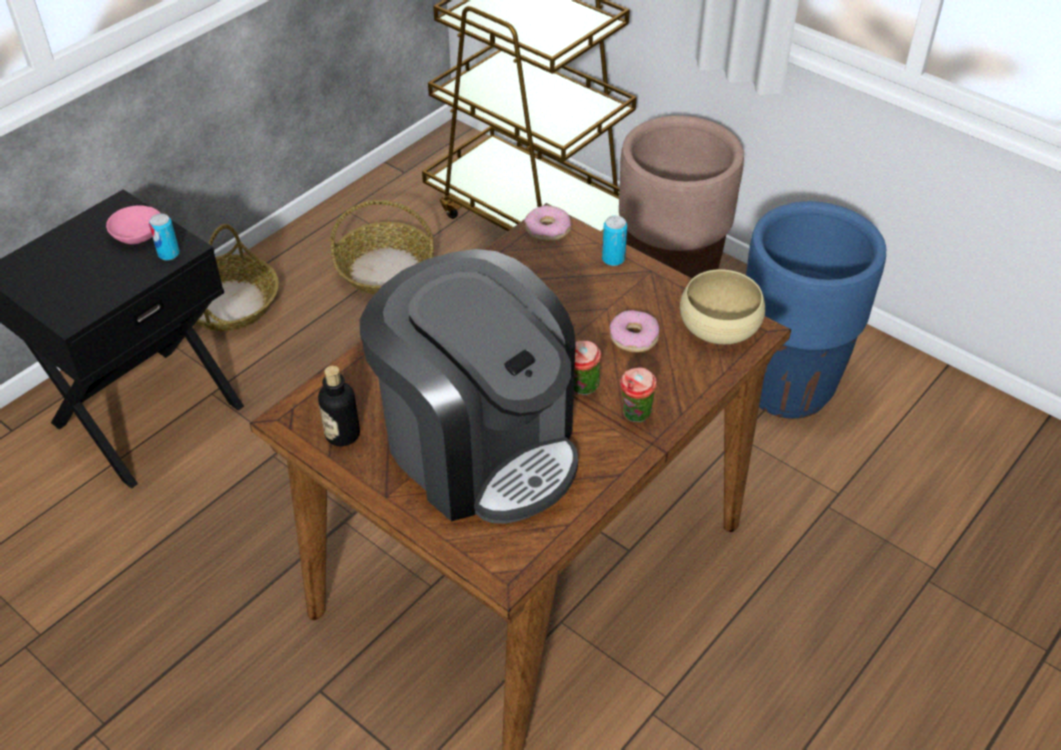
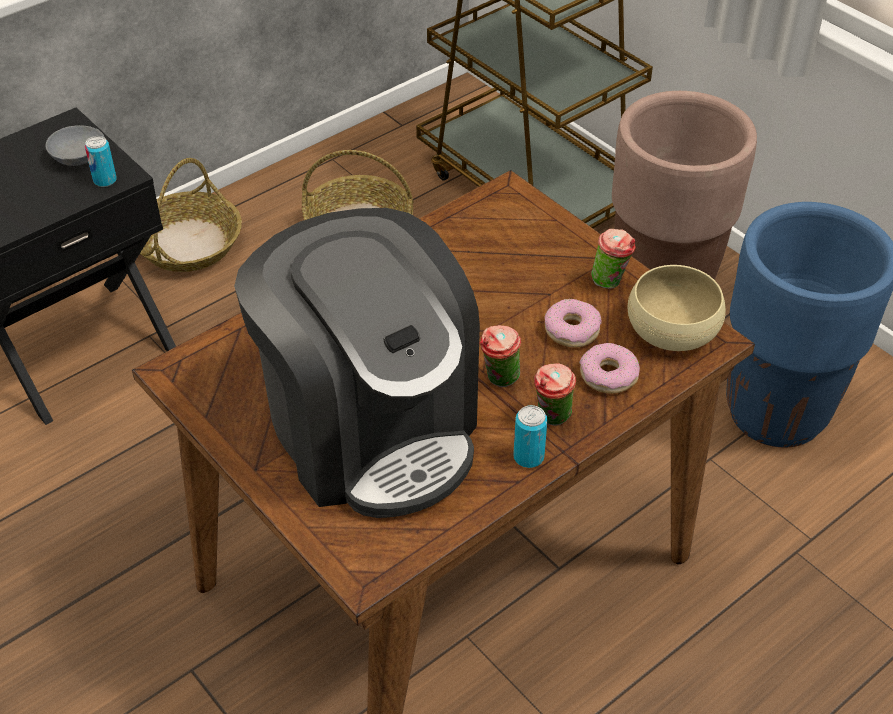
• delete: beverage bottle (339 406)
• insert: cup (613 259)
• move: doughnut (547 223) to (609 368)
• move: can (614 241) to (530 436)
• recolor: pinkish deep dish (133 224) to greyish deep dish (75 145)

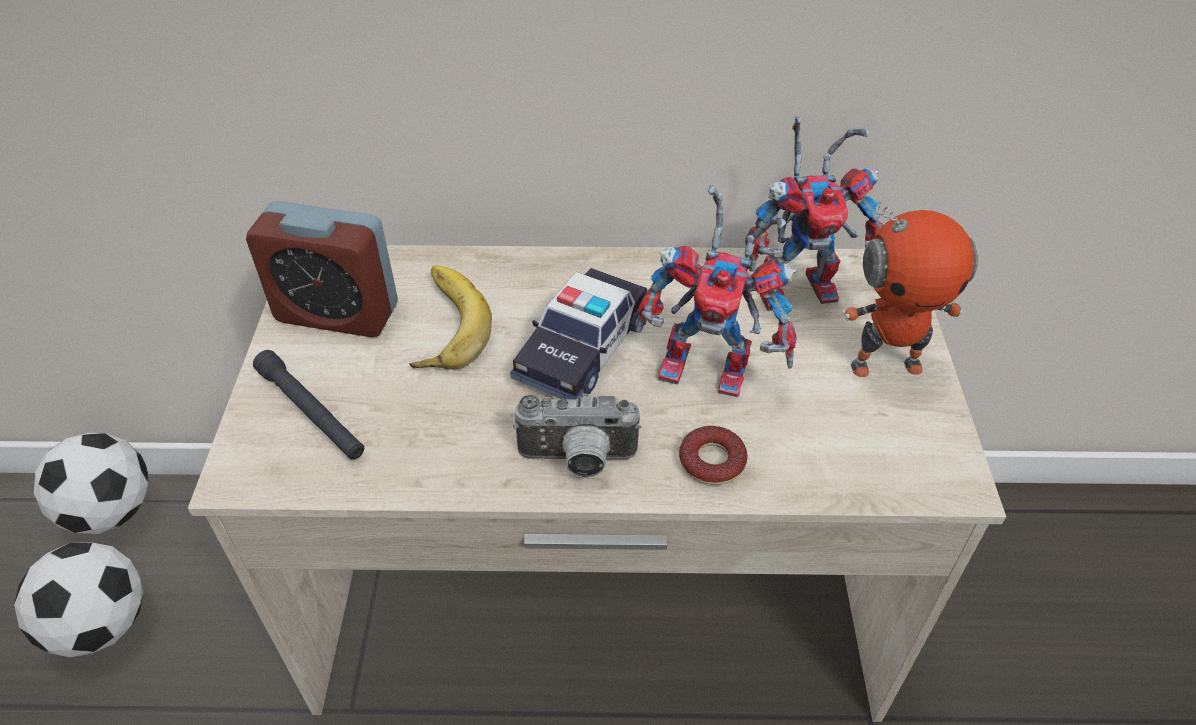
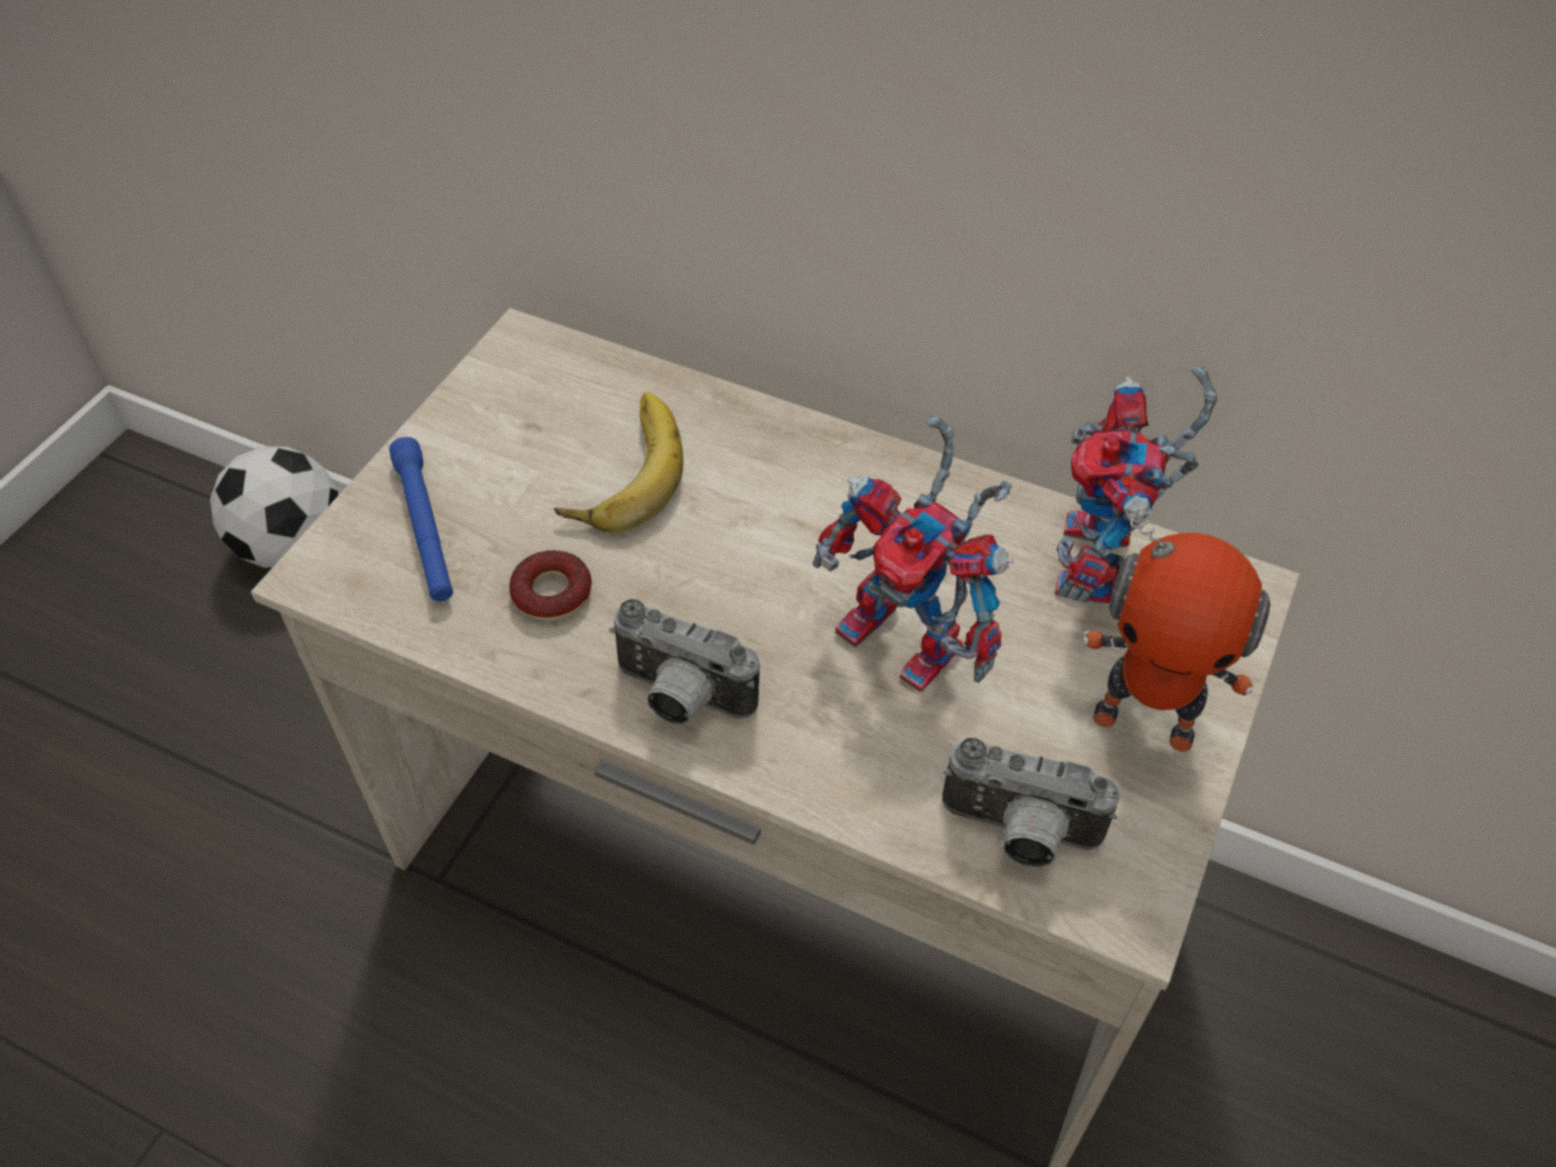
• delete: football ball (78 599)
• delete: alarm clock (322 269)
• delete: miniature car (578 333)
• insert: photo camera (1031 802)
• move: doughnut (713 455) to (550 585)
• recolor: black torch (308 405) to bluish torch (421 519)
• rotate: model robot (814 214) = (1136 485) 90 degrees clockwise

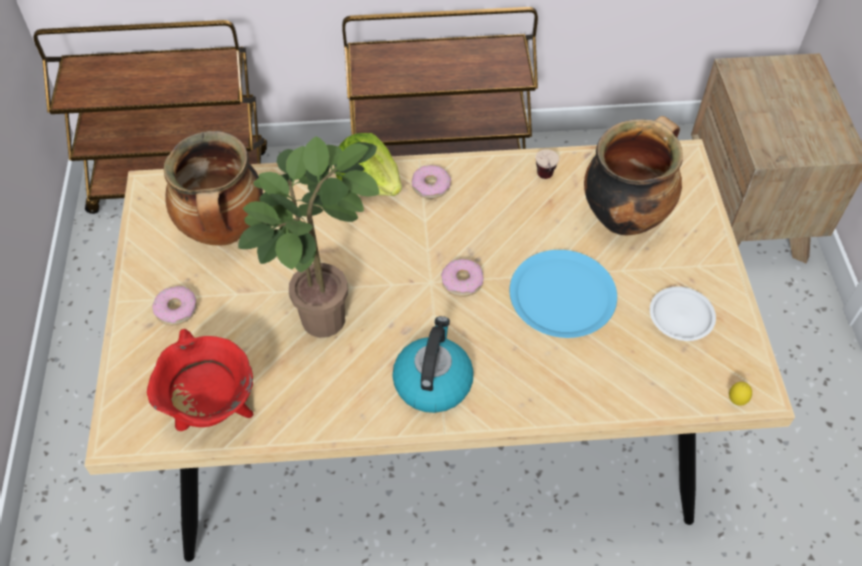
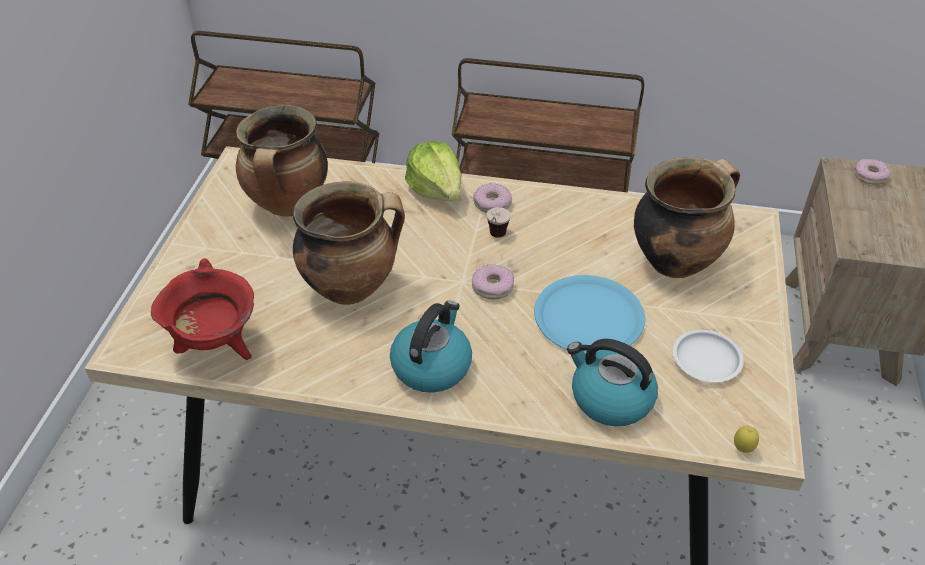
• insert: water kettle (612 382)
• move: doughnut (174 306) to (872 172)
• move: cup (547 164) to (499 222)
• replace: potted plant (308 237) to saucepot (349 243)

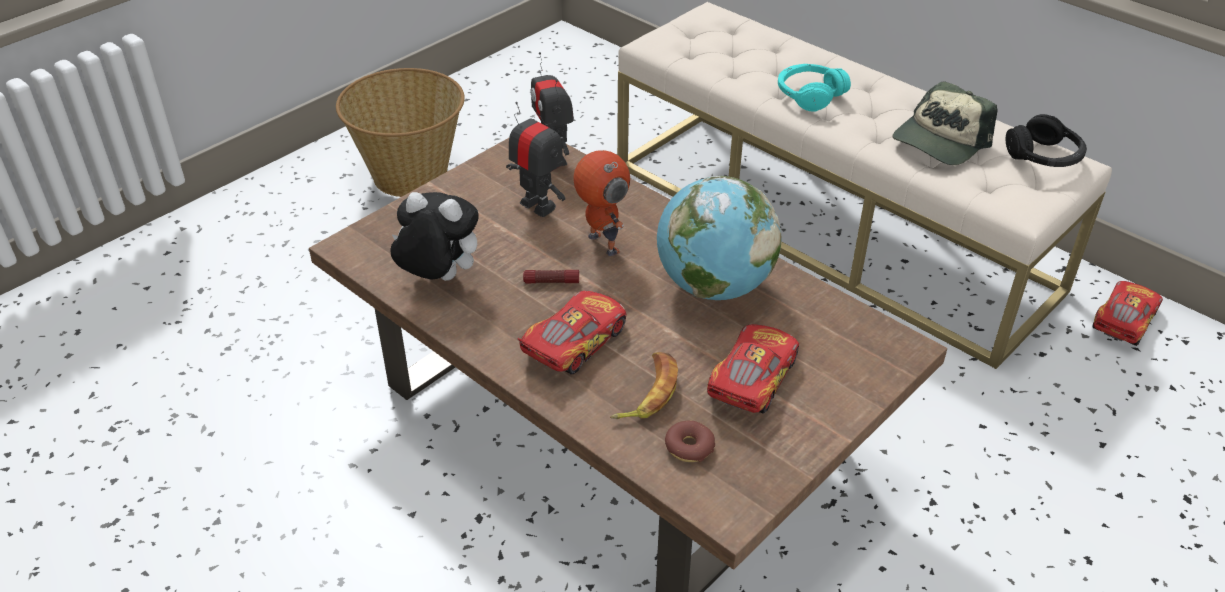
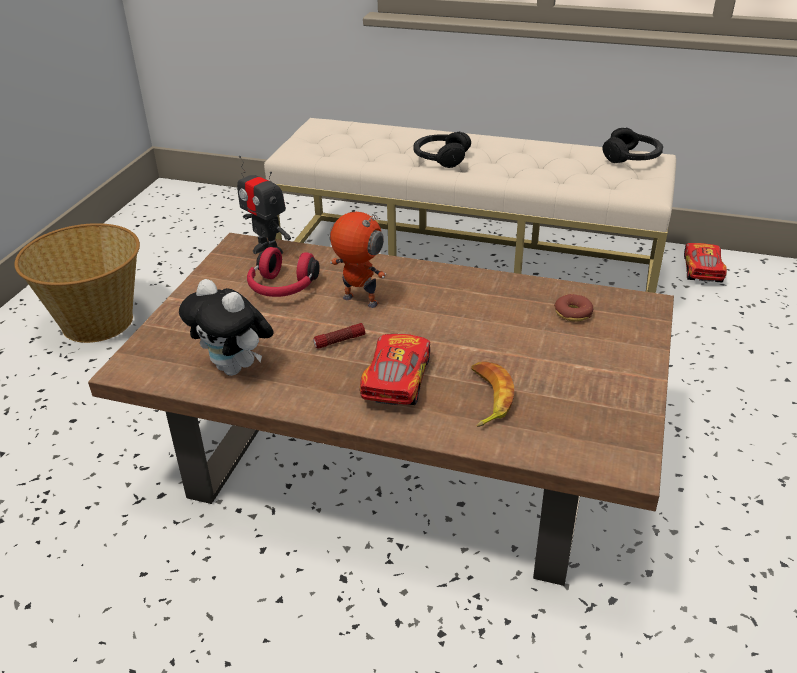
• delete: desk globe (719 238)
• delete: miniature car (753 369)
• delete: cap (945 123)
• move: doughnut (690 441) to (573 308)
• replace: model robot (535 159) to reddish headset (283 272)
• recolor: turquoise headset (814 87) to black headset (442 149)
• rotate: cuddly toy (434 236) = (226 327) 135 degrees counterclockwise

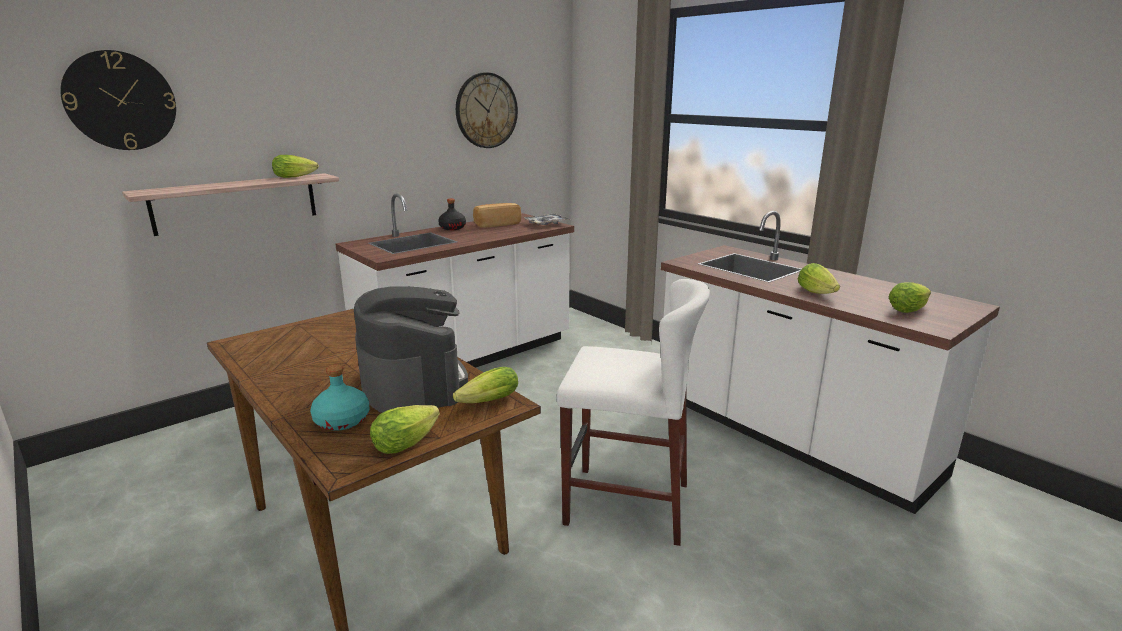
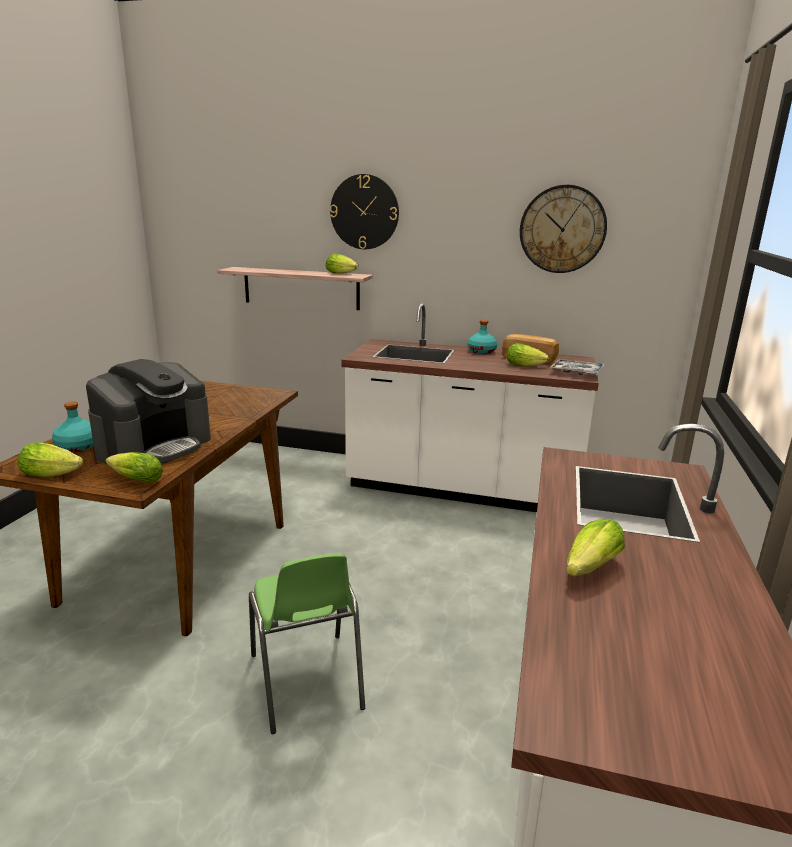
• move: wall clock (118 100) to (364 211)
• move: lettuce head (910 297) to (528 355)
• replace: whitish stool seat (633 412) to green upright chair (307 643)
• recolor: black beverage bottle (452 214) to turquoise beverage bottle (482 337)

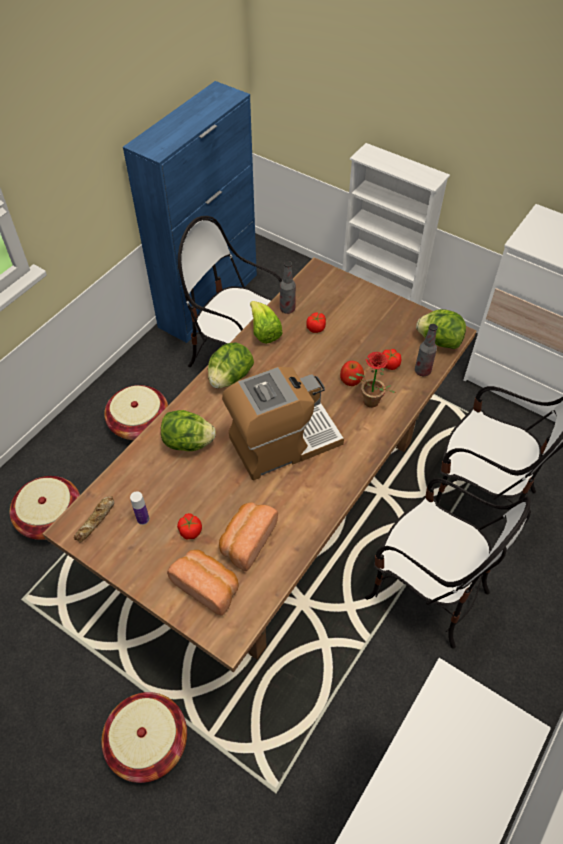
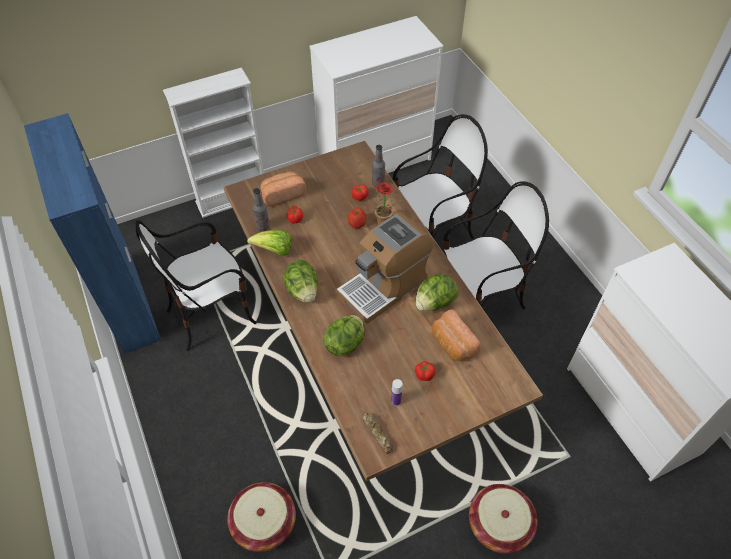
• delete: basket (136 412)
• move: bread (203 583) to (283 189)
• move: lettuce head (441 329) to (436 292)
• rotate: coffee machine (283 423) = (384 268) 135 degrees counterclockwise

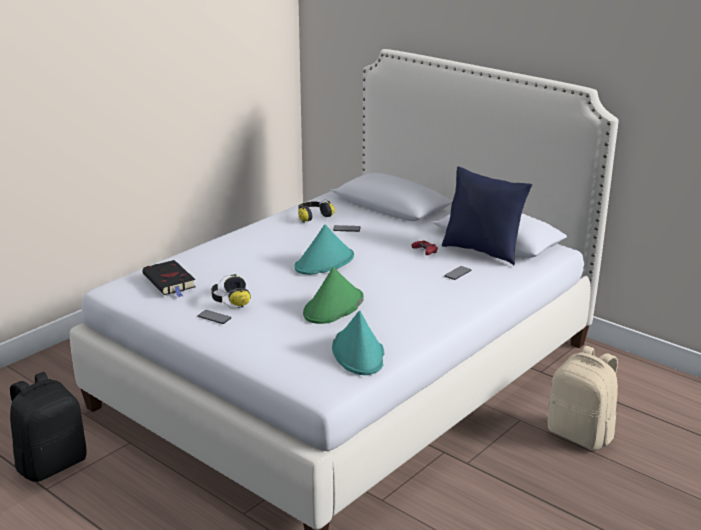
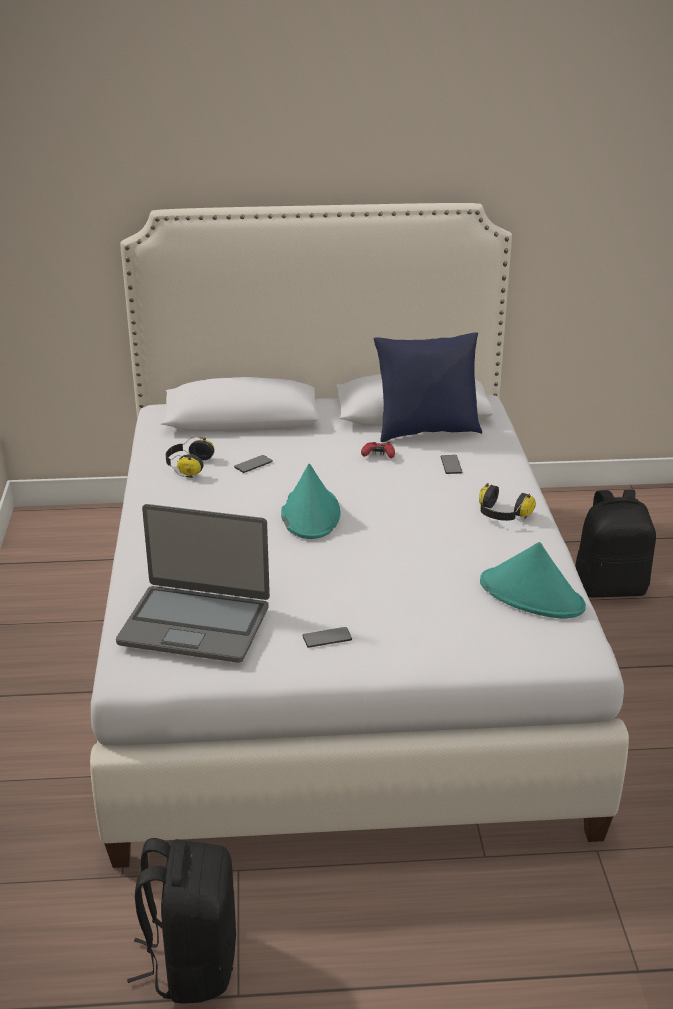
• delete: green hat (333 295)
• move: headset (231 291) to (507 502)
• replace: black volume (169 278) to notebook computer (193 583)
• recolor: beige-coloured rucksack (582 398) to black rucksack (615 543)

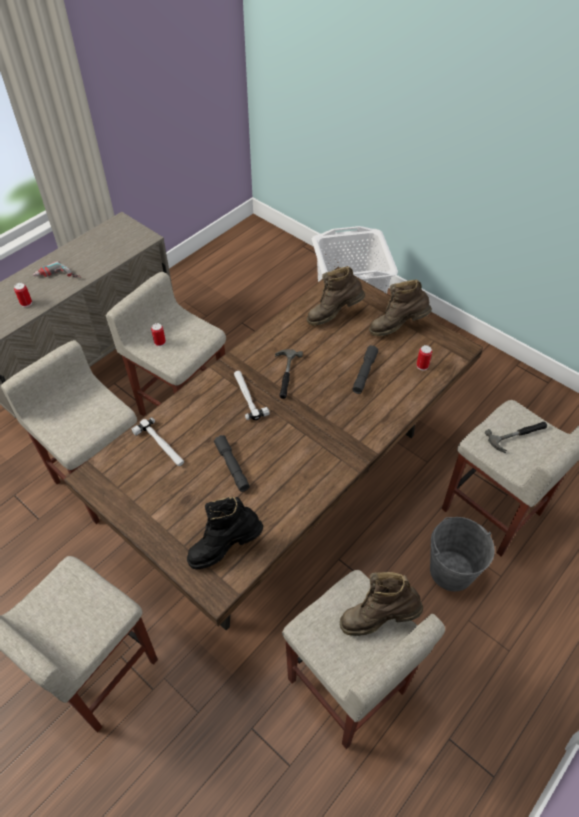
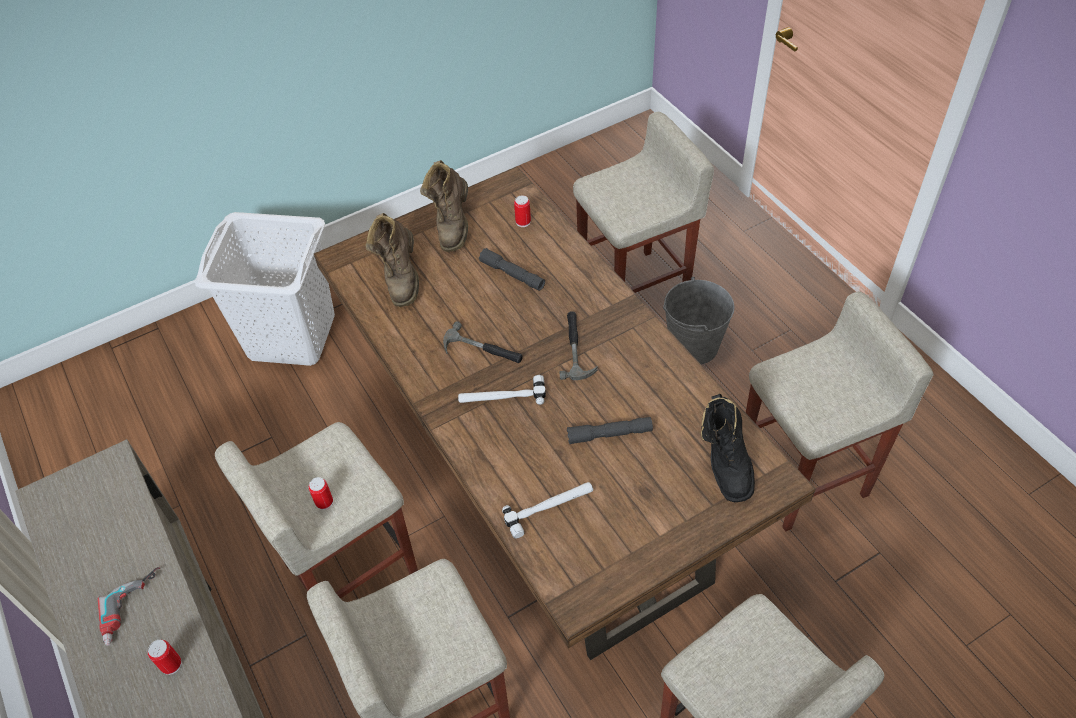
• delete: brownish boot (381 604)
• move: tool hammer (516 437) to (579 345)

